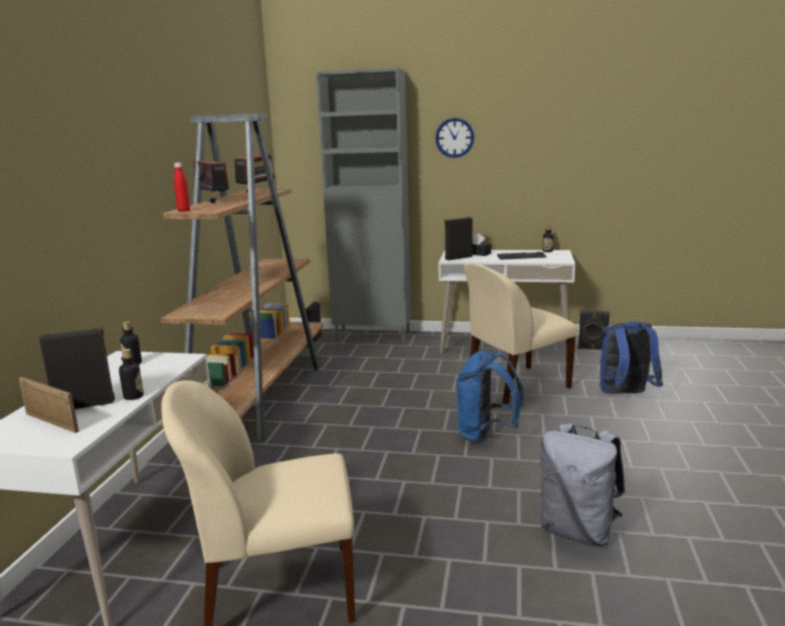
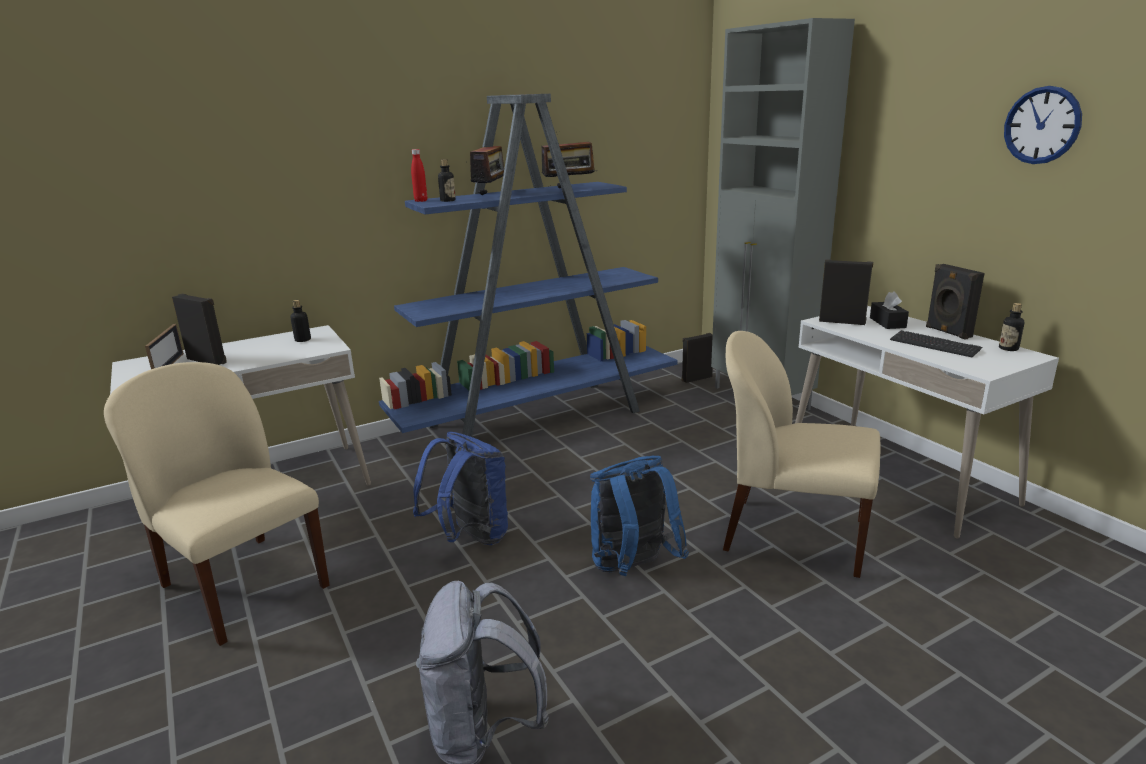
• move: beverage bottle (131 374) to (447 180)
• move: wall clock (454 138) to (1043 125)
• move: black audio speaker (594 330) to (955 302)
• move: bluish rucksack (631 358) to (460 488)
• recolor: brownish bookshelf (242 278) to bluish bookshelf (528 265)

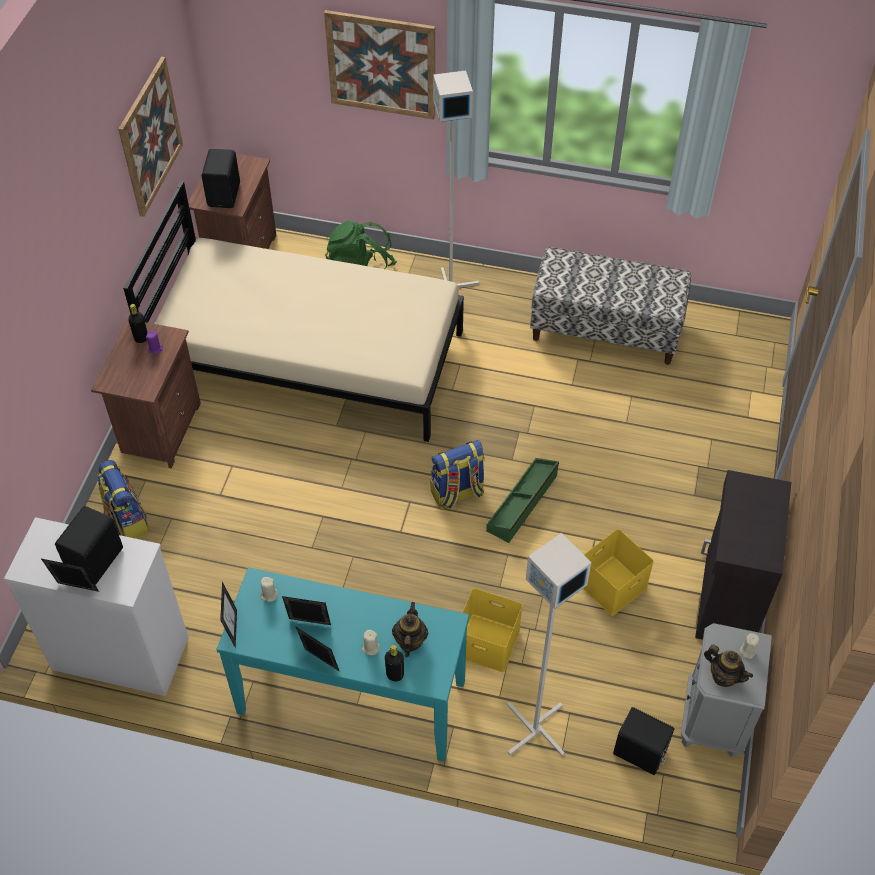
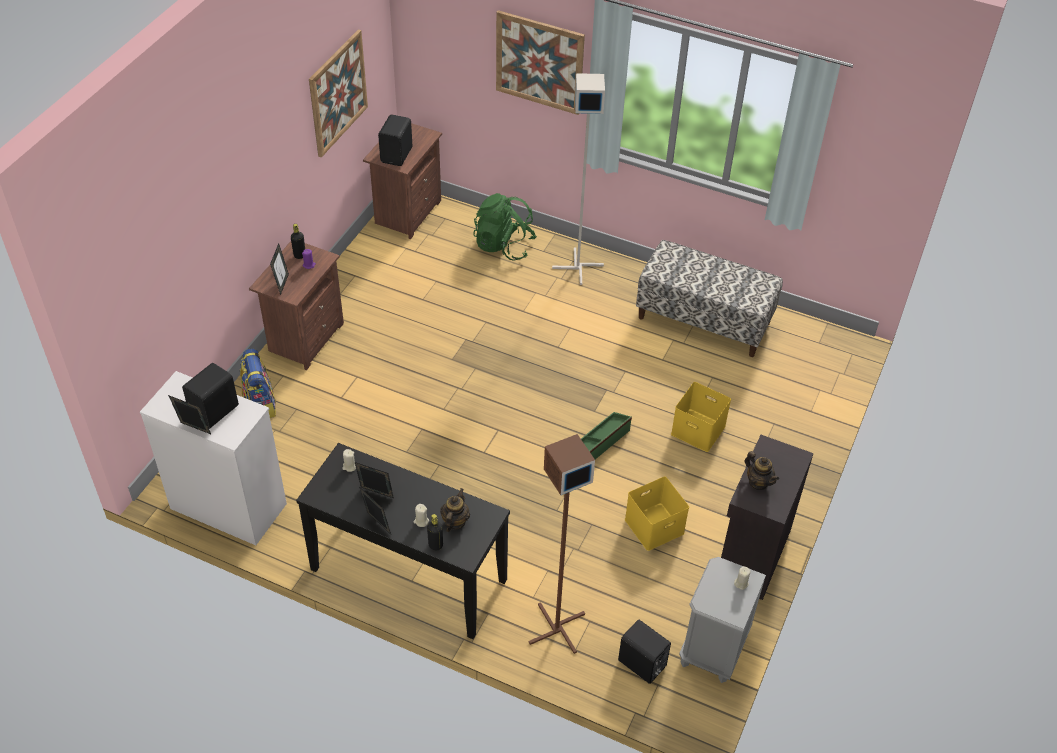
• delete: beige-coloured bedroom bed (293 311)
• delete: rucksack (457 474)
• move: photo frame (228 615) to (279 269)
• move: yellowish storage bin (492 630) to (701 417)
• move: pot for tea (728 666) to (762 470)
• recolor: turquoise hall table (343 664) to black hall table (403 541)
• recolor: greyish standing lamp (549 644) to brownish standing lamp (562 544)

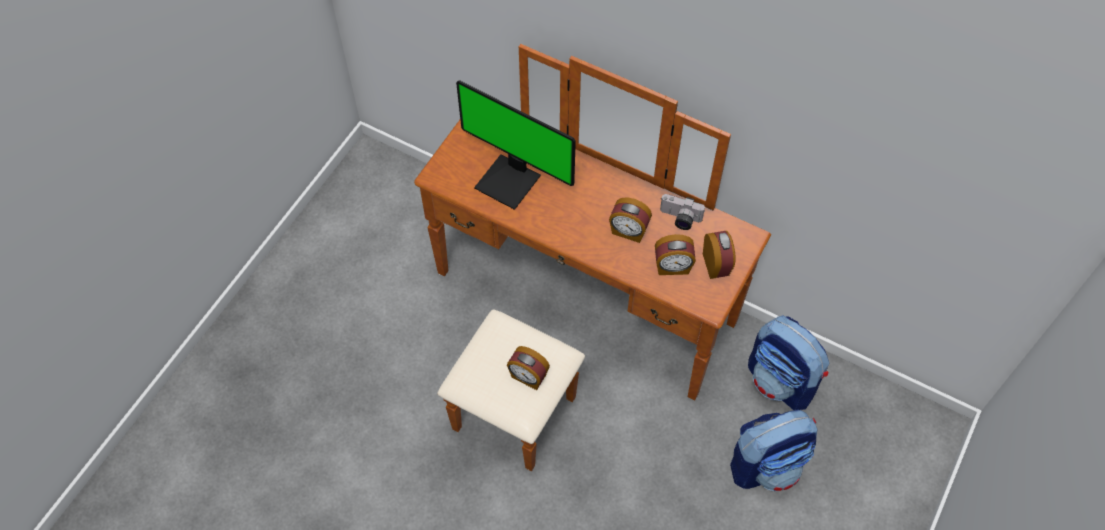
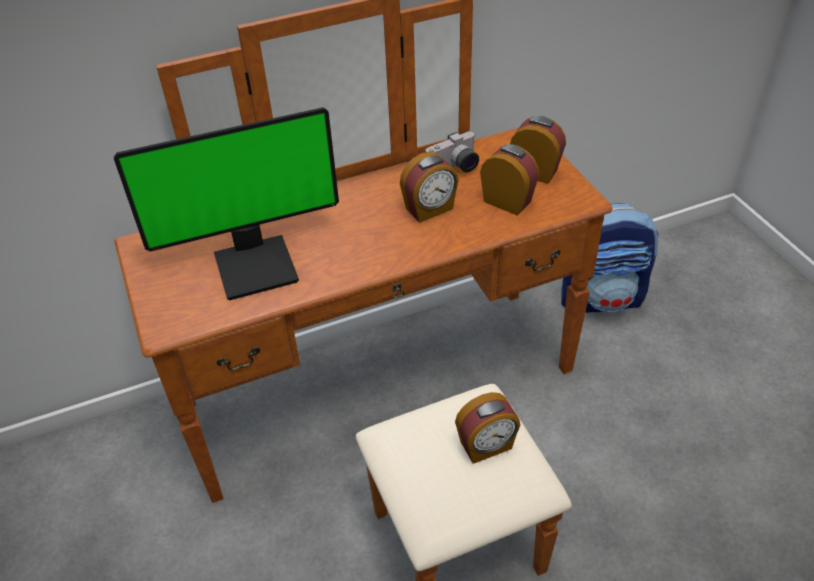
• delete: rucksack (774 450)
• rotate: alarm clock (675 254) = (509 180) 90 degrees counterclockwise

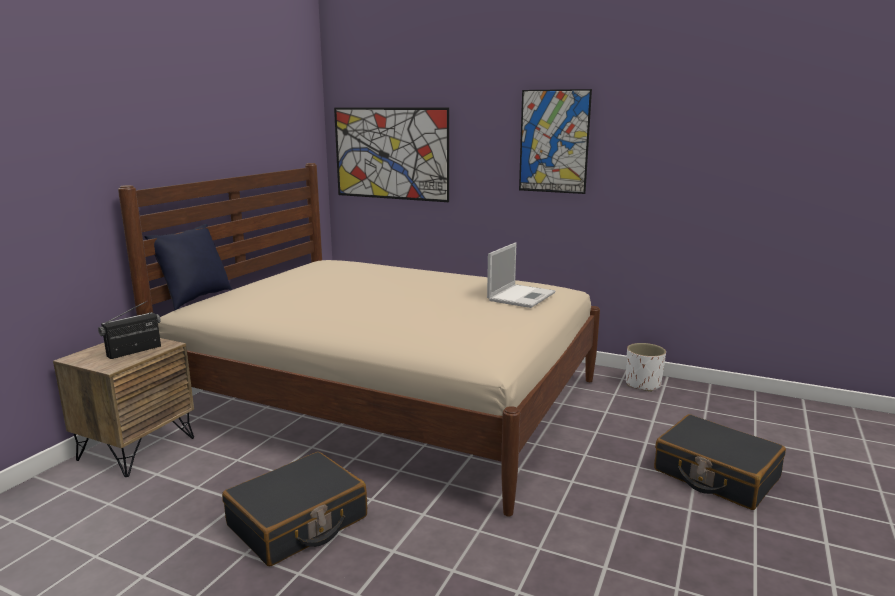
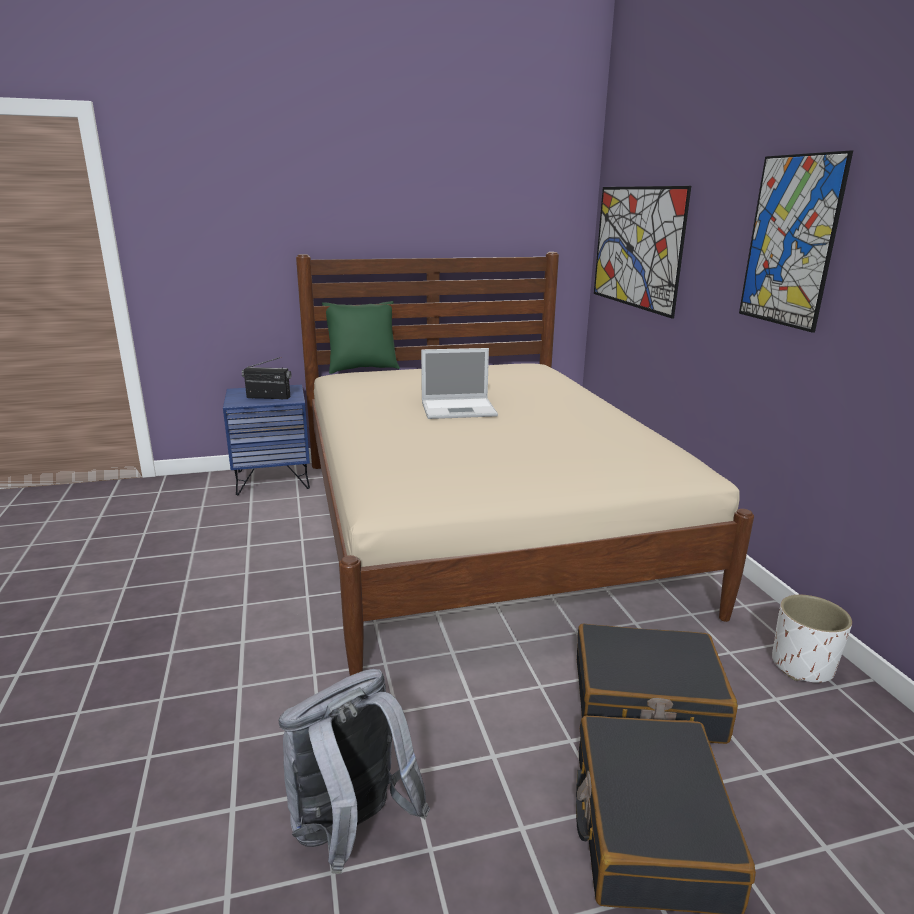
• insert: greyish rucksack (354 771)
• move: black suitcase (294 509) to (657 683)
• move: notebook computer (521 275) to (459 383)
• recolor: brownish bedside table (123 407) to bluish bedside table (266 440)
• recolor: bluish throw pillow (188 267) to green throw pillow (361 337)

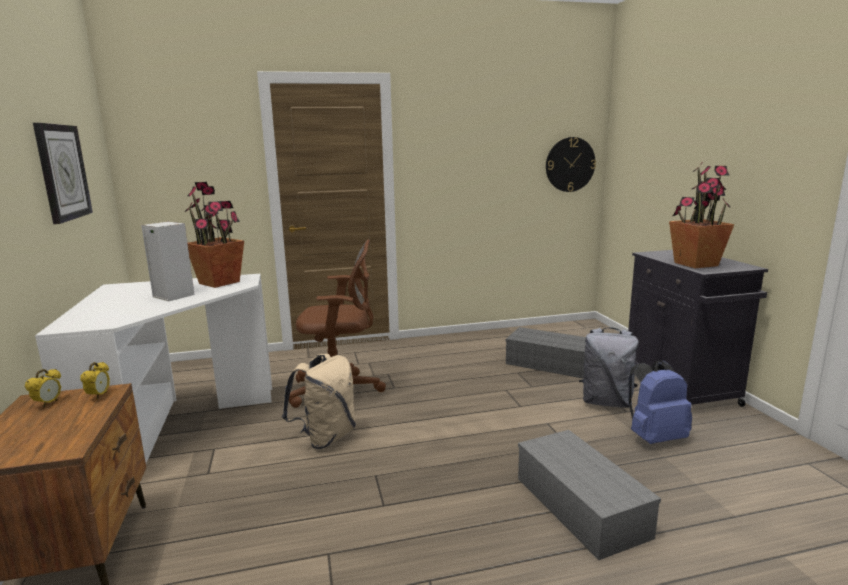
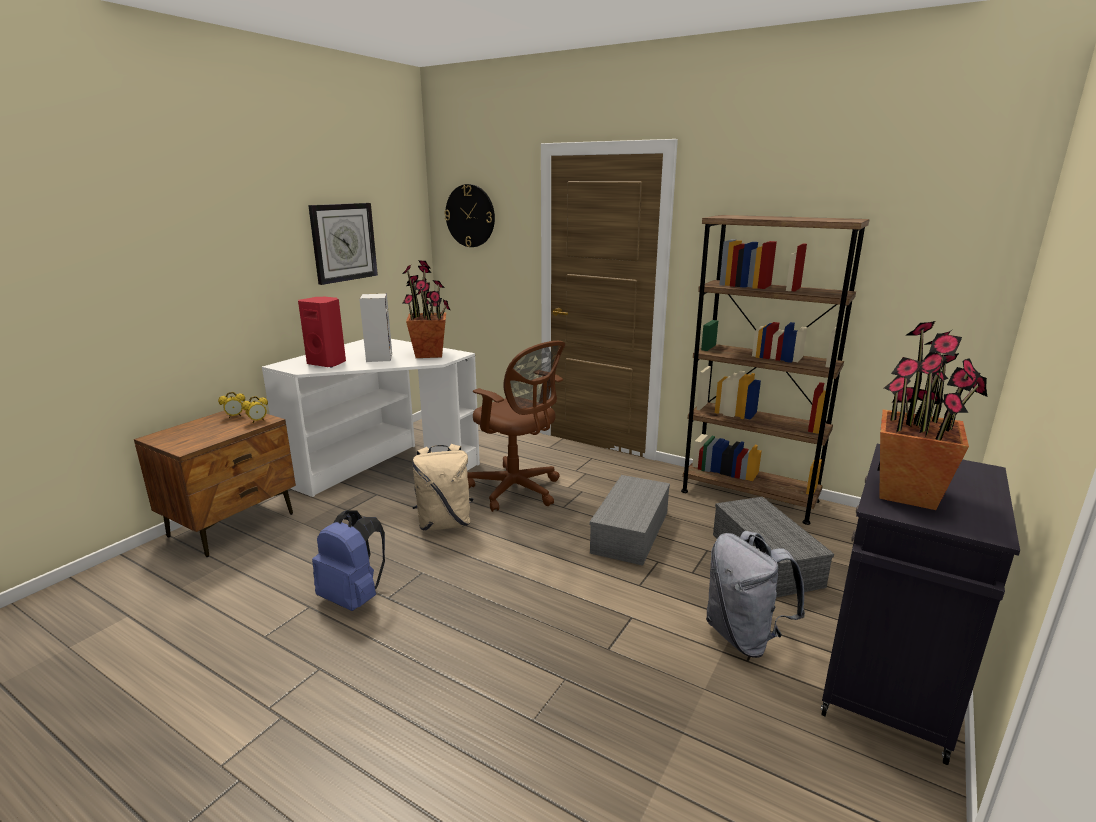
• insert: reddish audio speaker (322 332)
• insert: brownish bookshelf (775 370)
• move: greyish storage bin (589 495) to (630 520)
• move: wall clock (571 164) to (469 215)
• move: bluish rucksack (660 402) to (348 560)

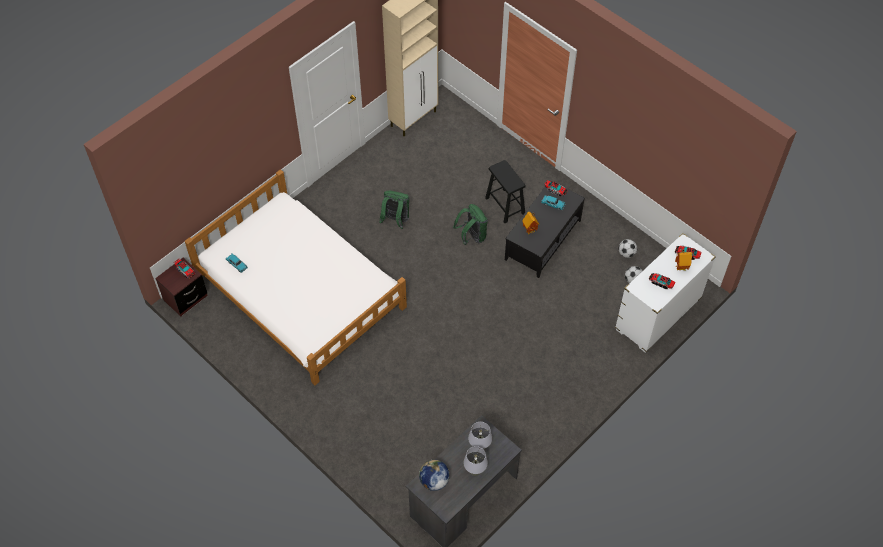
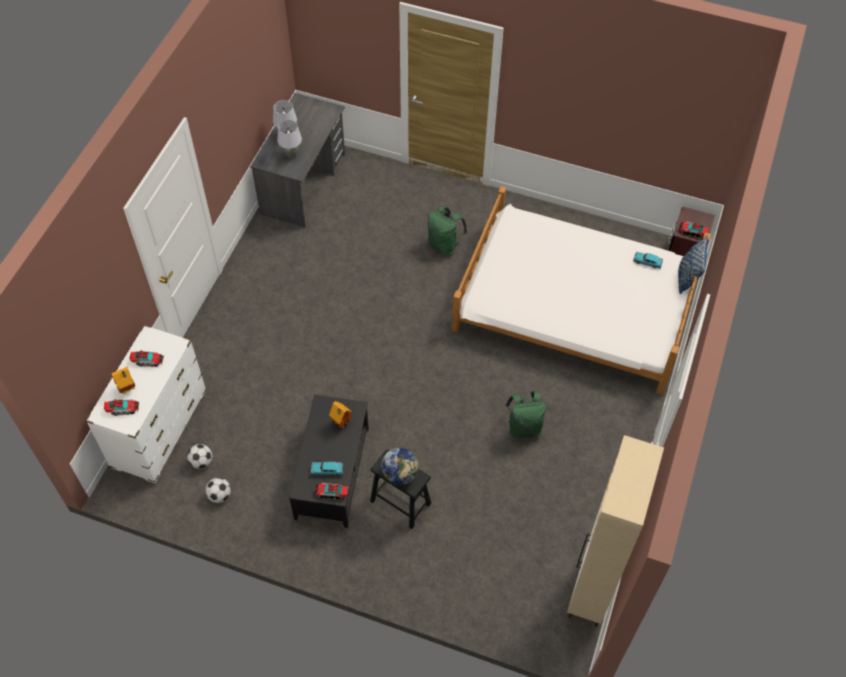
• insert: bluish throw pillow (693 264)
• move: desk globe (434 475) to (400 466)
• move: green rucksack (470 224) to (447 230)

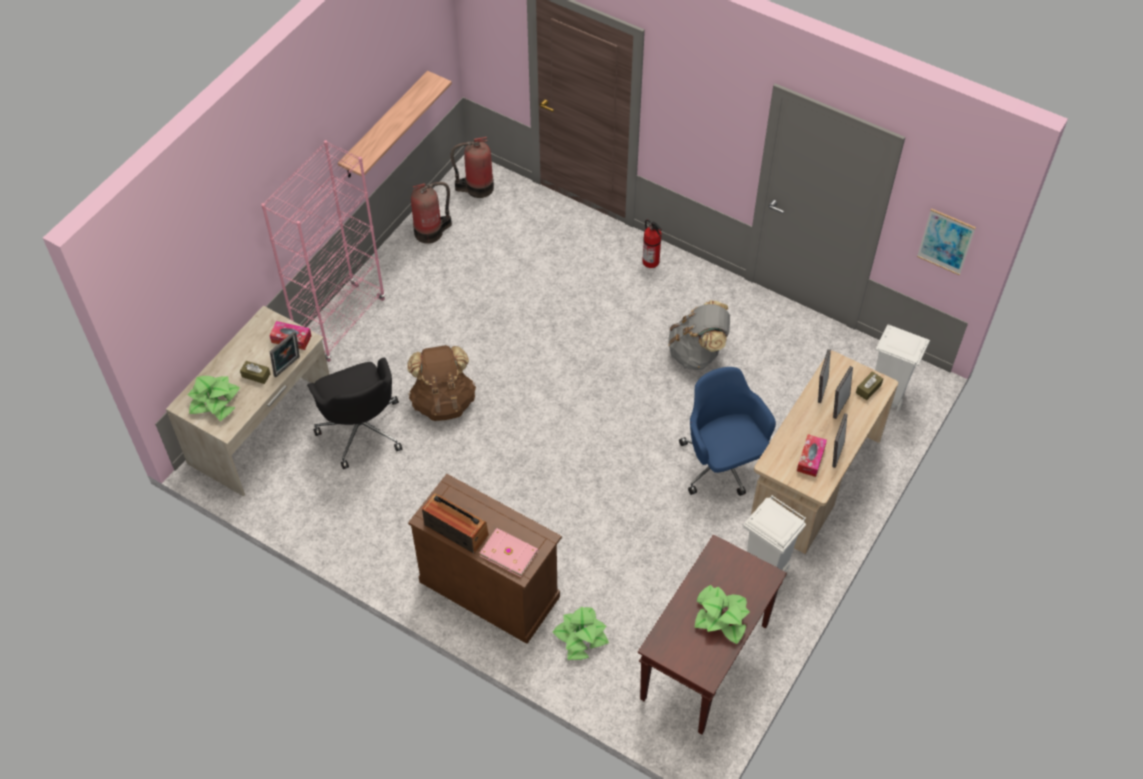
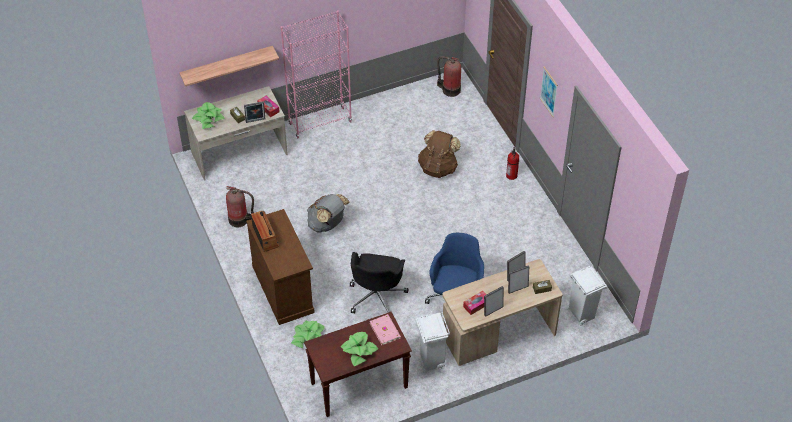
• move: black computer chair (354 413) to (379 282)
• move: wall shelf (395 124) to (229 66)
• move: brownish rucksack (441 383) to (439 154)
• move: fire-fighting cylinder (431 213) to (240 206)
• move: pinkish volume (509 552) to (385 329)
• move: greyish rucksack (699 335) to (328 213)
• move: picture (946 241) to (549 92)

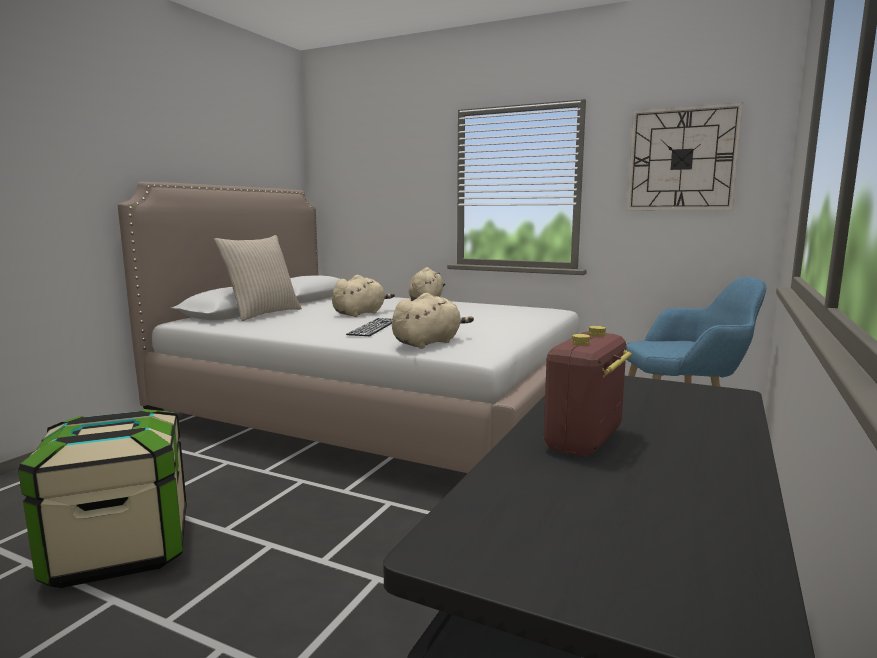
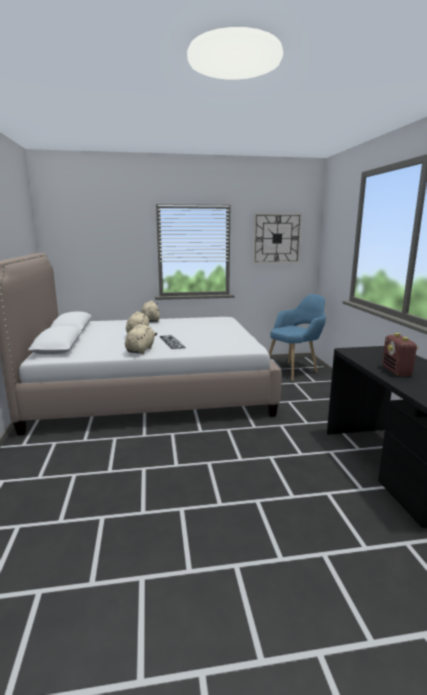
• delete: storage bin (102 498)
• delete: beige-coloured throw pillow (258 278)
• move: beige-coloured cuddly toy (433 321) to (141 339)

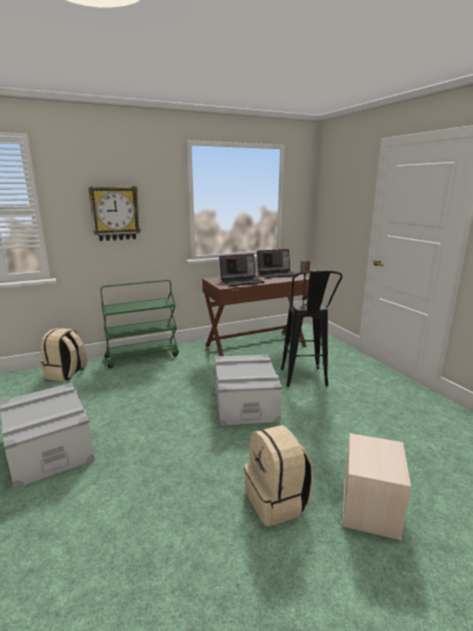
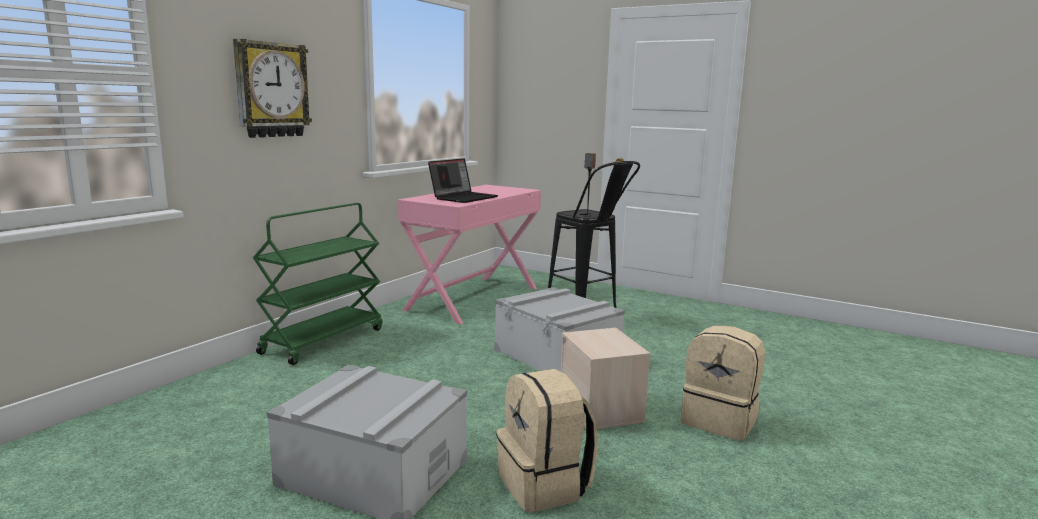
• delete: notebook computer (276 263)
• move: beige-coloured rucksack (64 354) to (547 440)
• move: beige-coloured storage bin (377 486) to (606 378)
• recolor: brownish desk (255 313) to pinkish desk (469 254)

